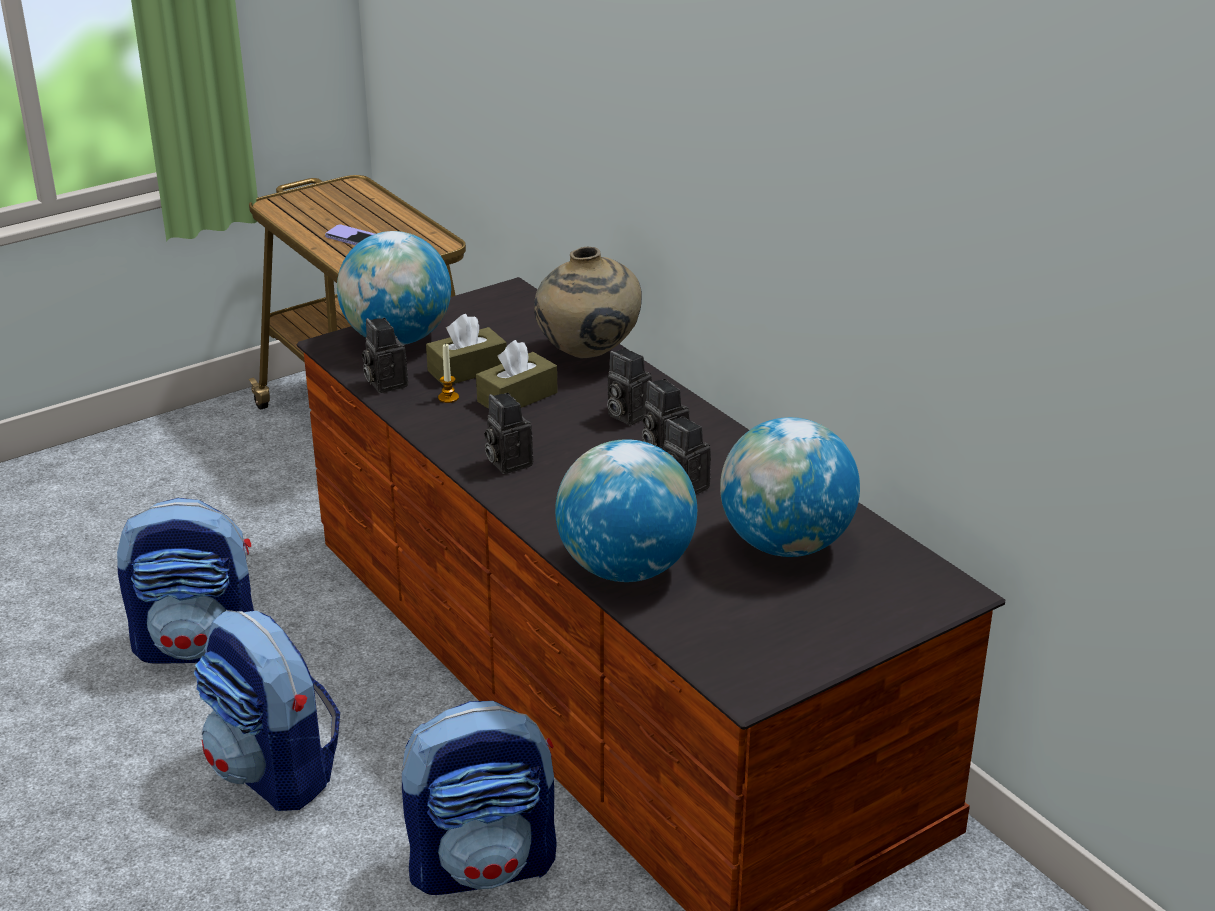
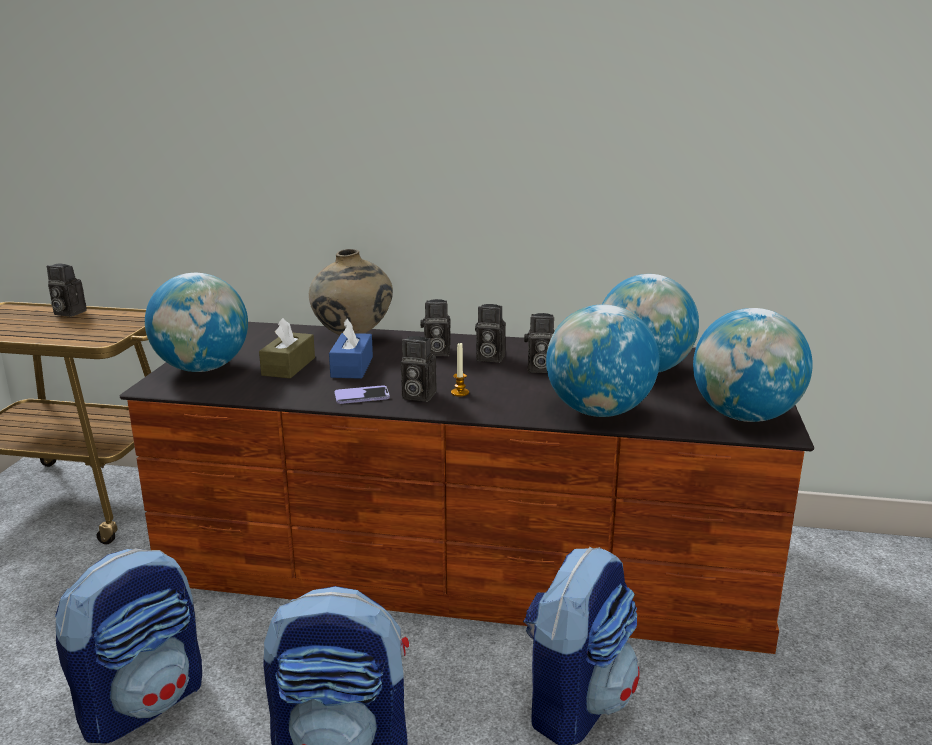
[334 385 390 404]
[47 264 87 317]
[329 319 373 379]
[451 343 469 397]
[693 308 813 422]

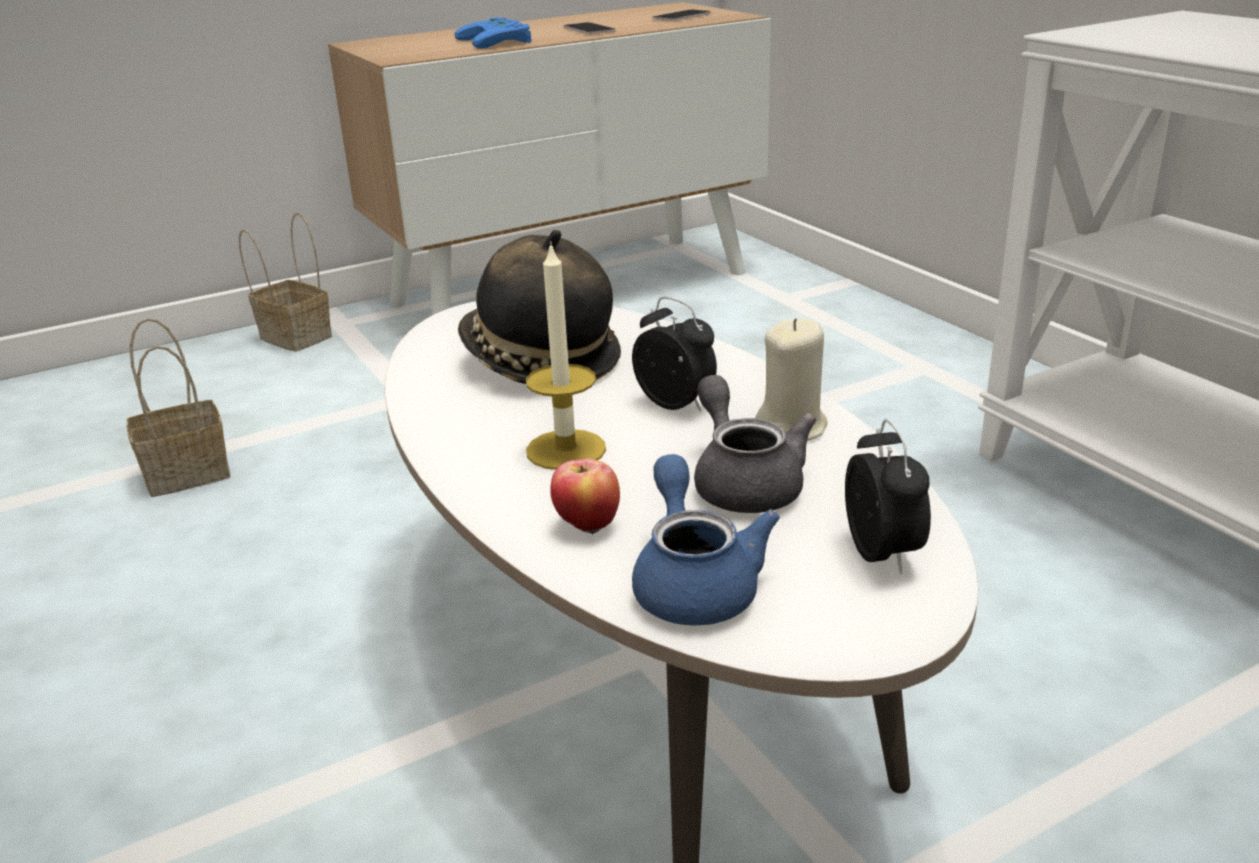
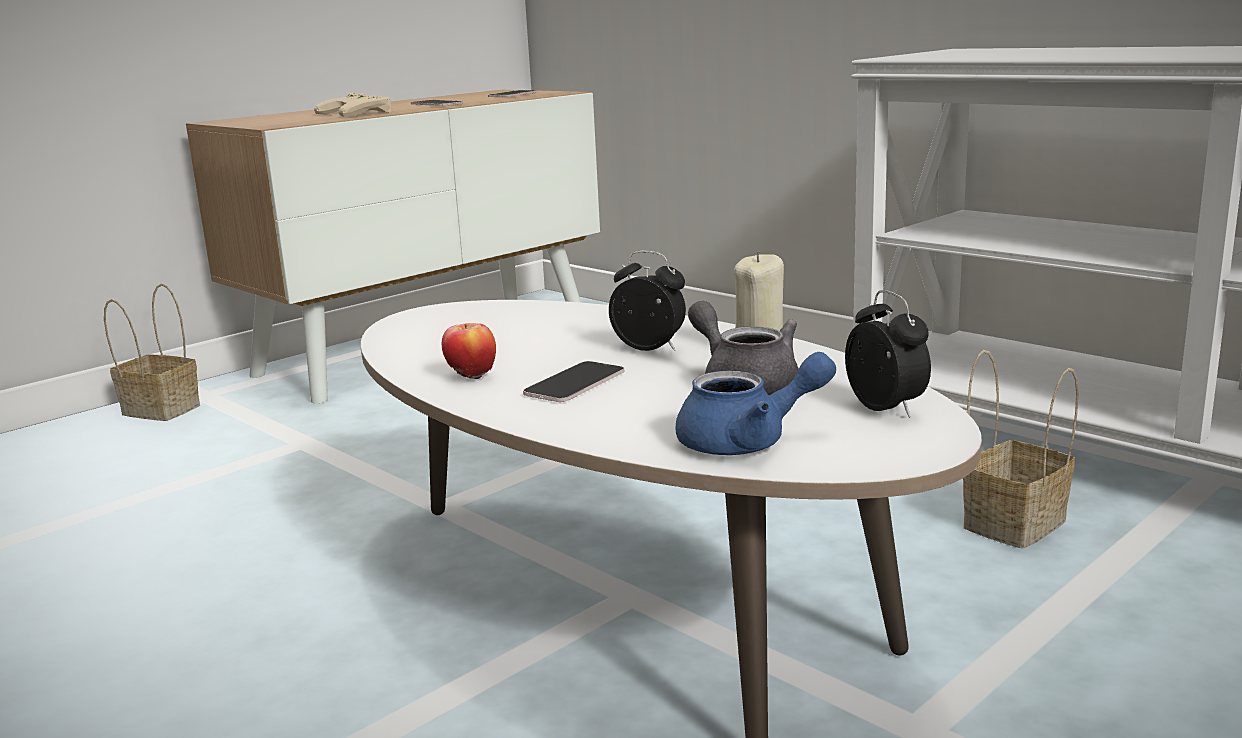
[314 93 392 117]
[458 230 621 384] (first image)
[523 361 624 402]
[963 350 1078 548]
[675 352 836 455]
[442 323 496 380]

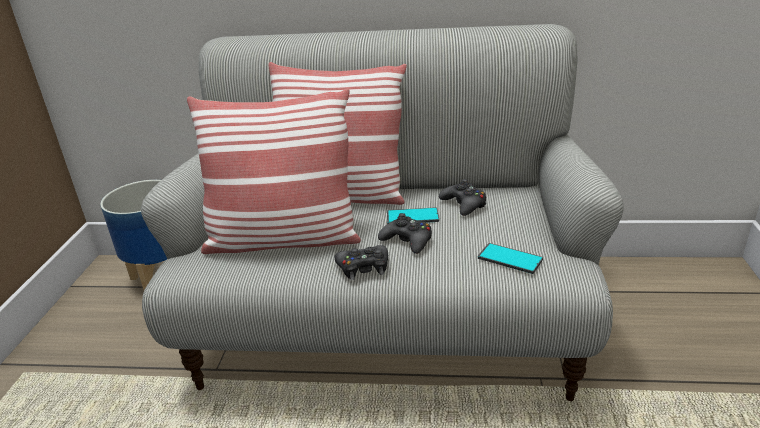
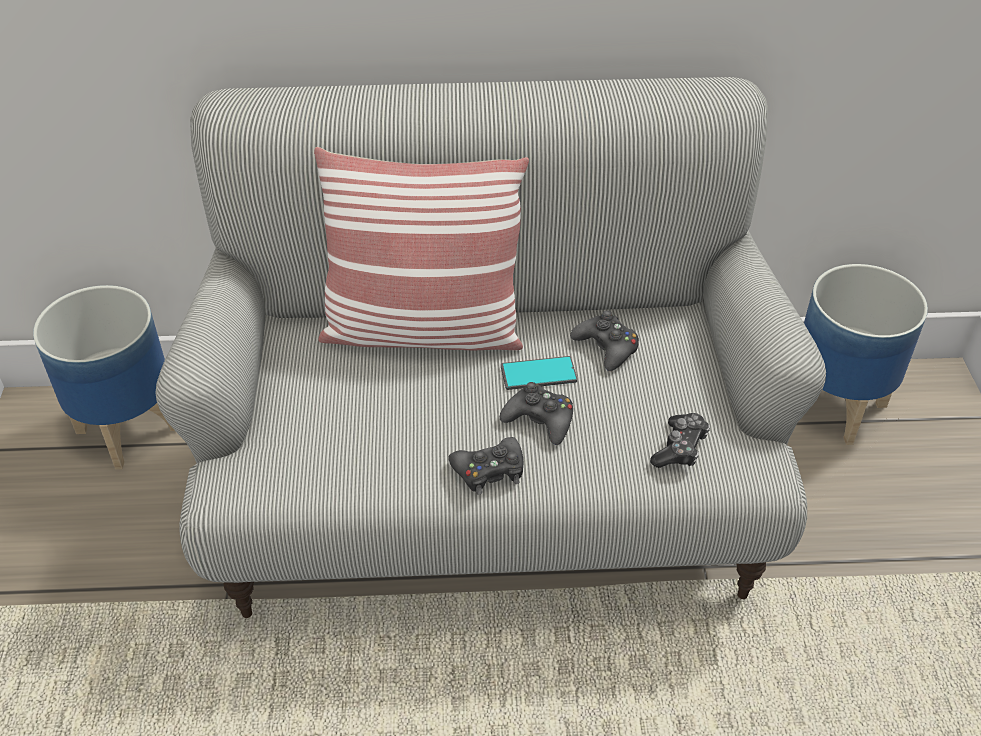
[187 88 361 254] (first image)
[650 413 710 468]
[804 264 928 445]

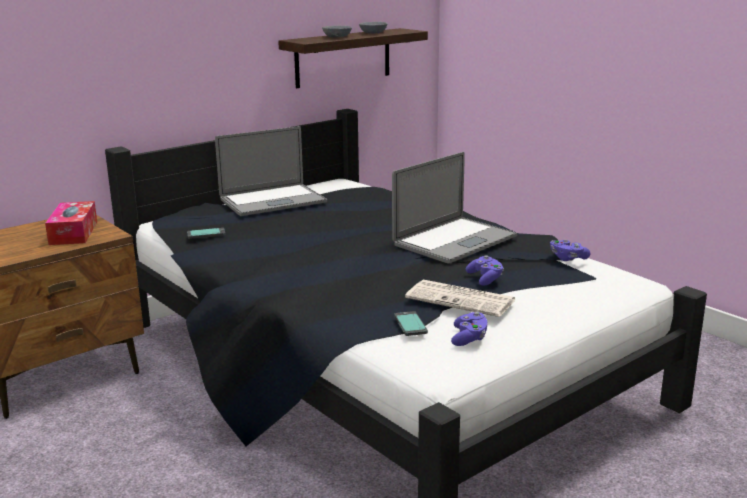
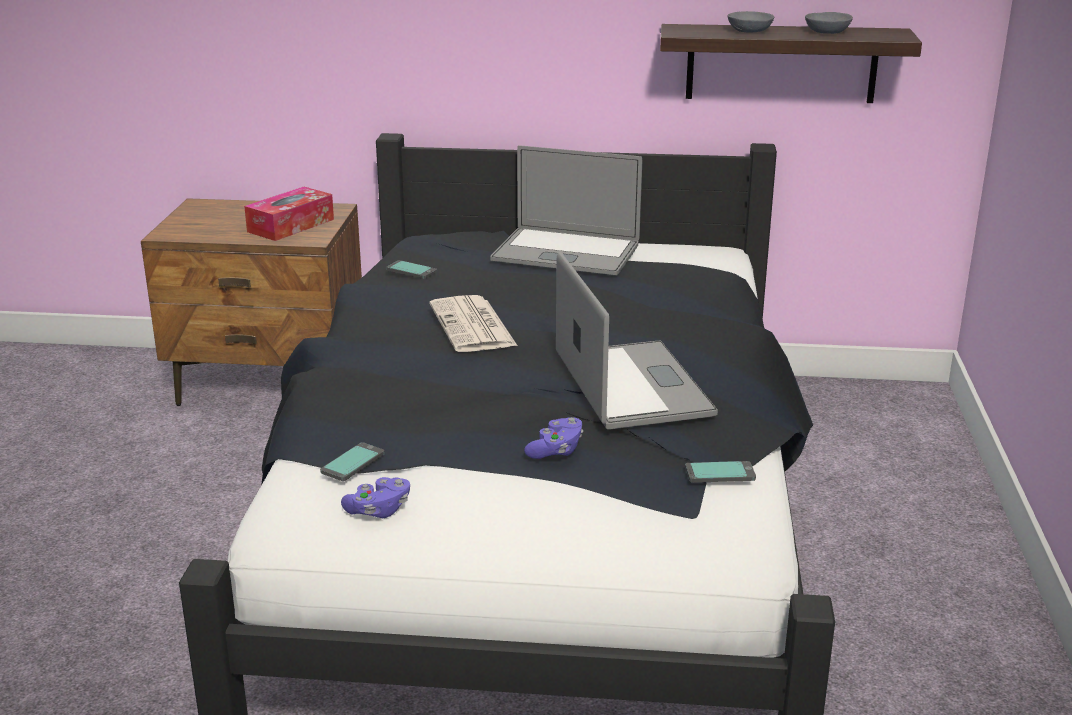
[556 252 718 430]
[685 461 756 483]
[430 295 517 352]

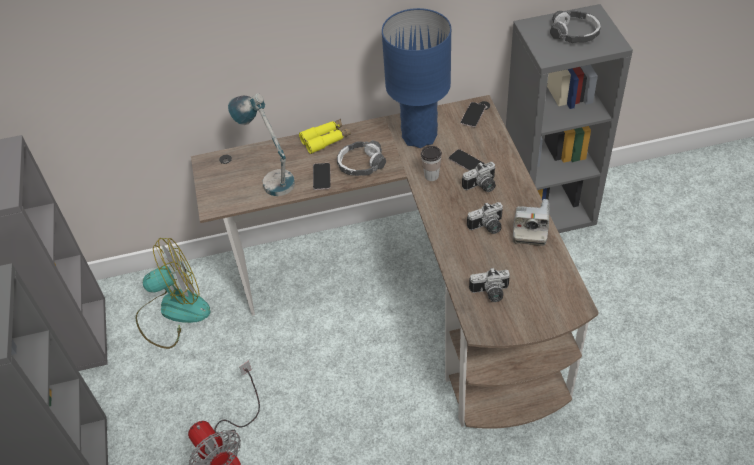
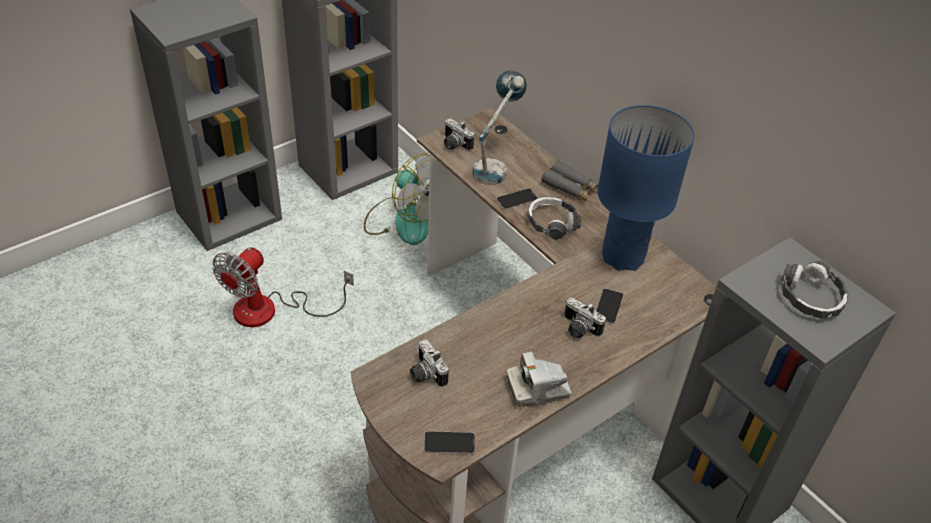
[424 431 475 454]
[541 161 598 201]
[421 146 442 181] (first image)
[444 118 474 151]

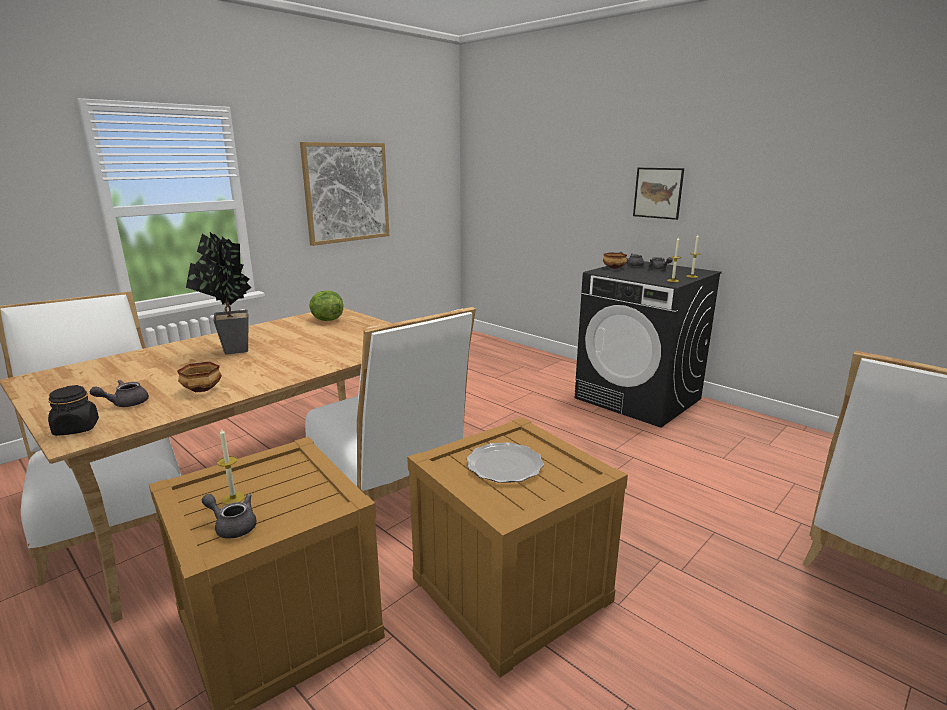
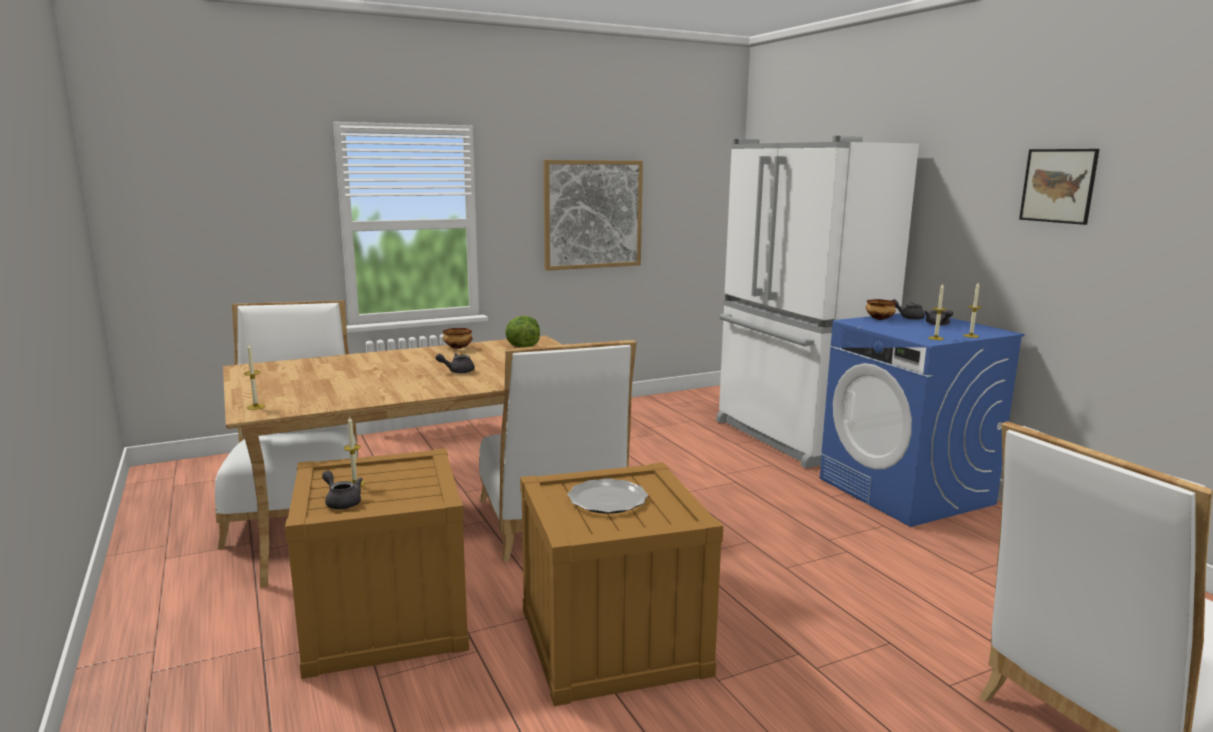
[1019 149 1099 225]
[186 232 252 355] (first image)
[819 313 1025 527]
[443 328 473 349]
[435 353 475 373]
[244 344 265 410]
[716 136 919 468]

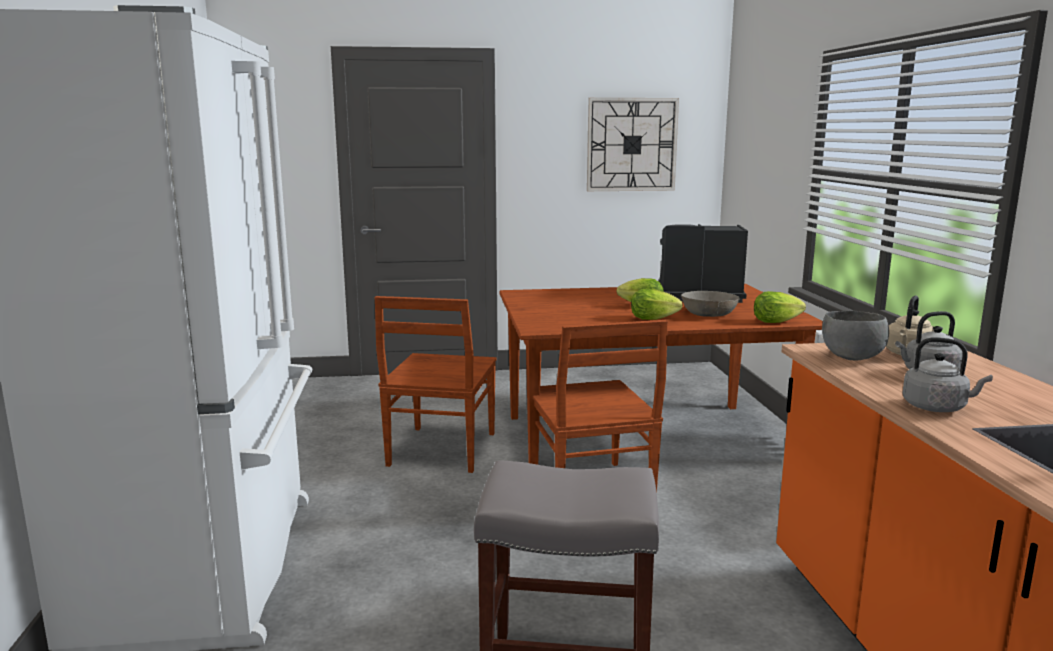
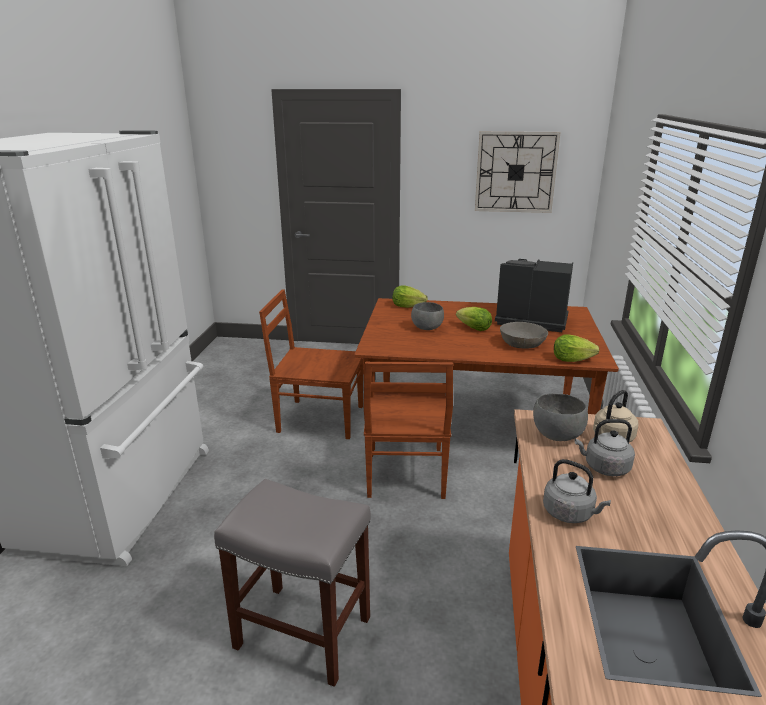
[392 285 427 308]
[259 289 363 439]
[411 302 444 330]

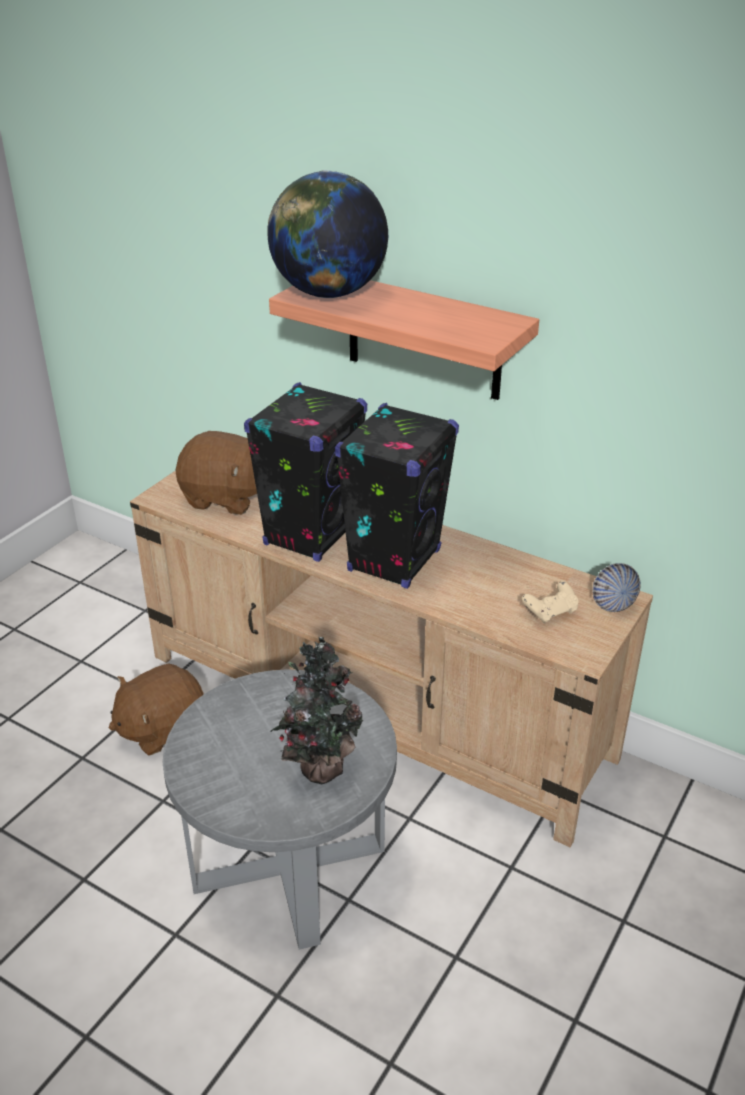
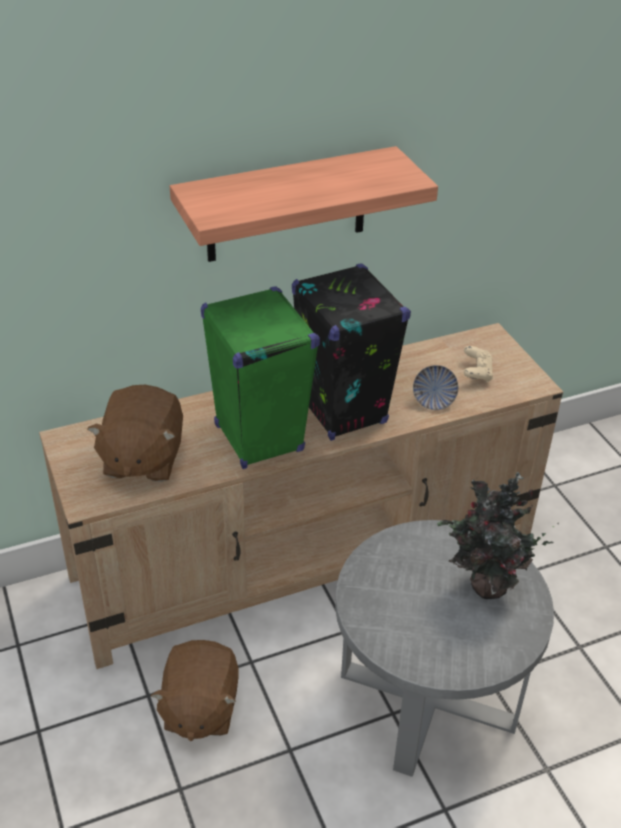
[268 170 388 298] (first image)
[201 286 320 469]
[87 385 183 482]
[413 365 458 410]

